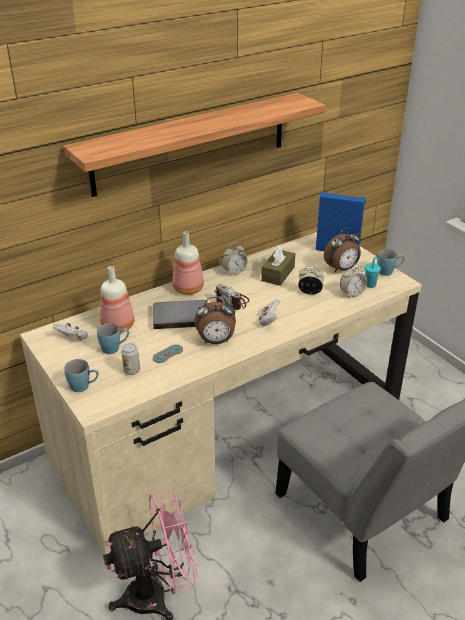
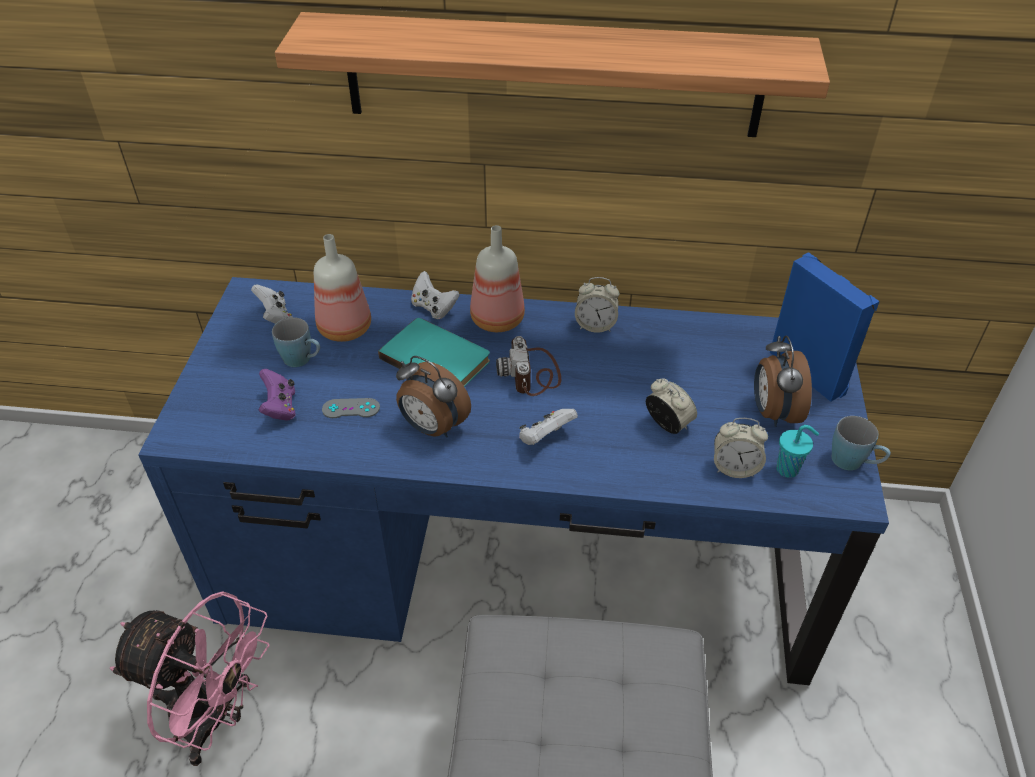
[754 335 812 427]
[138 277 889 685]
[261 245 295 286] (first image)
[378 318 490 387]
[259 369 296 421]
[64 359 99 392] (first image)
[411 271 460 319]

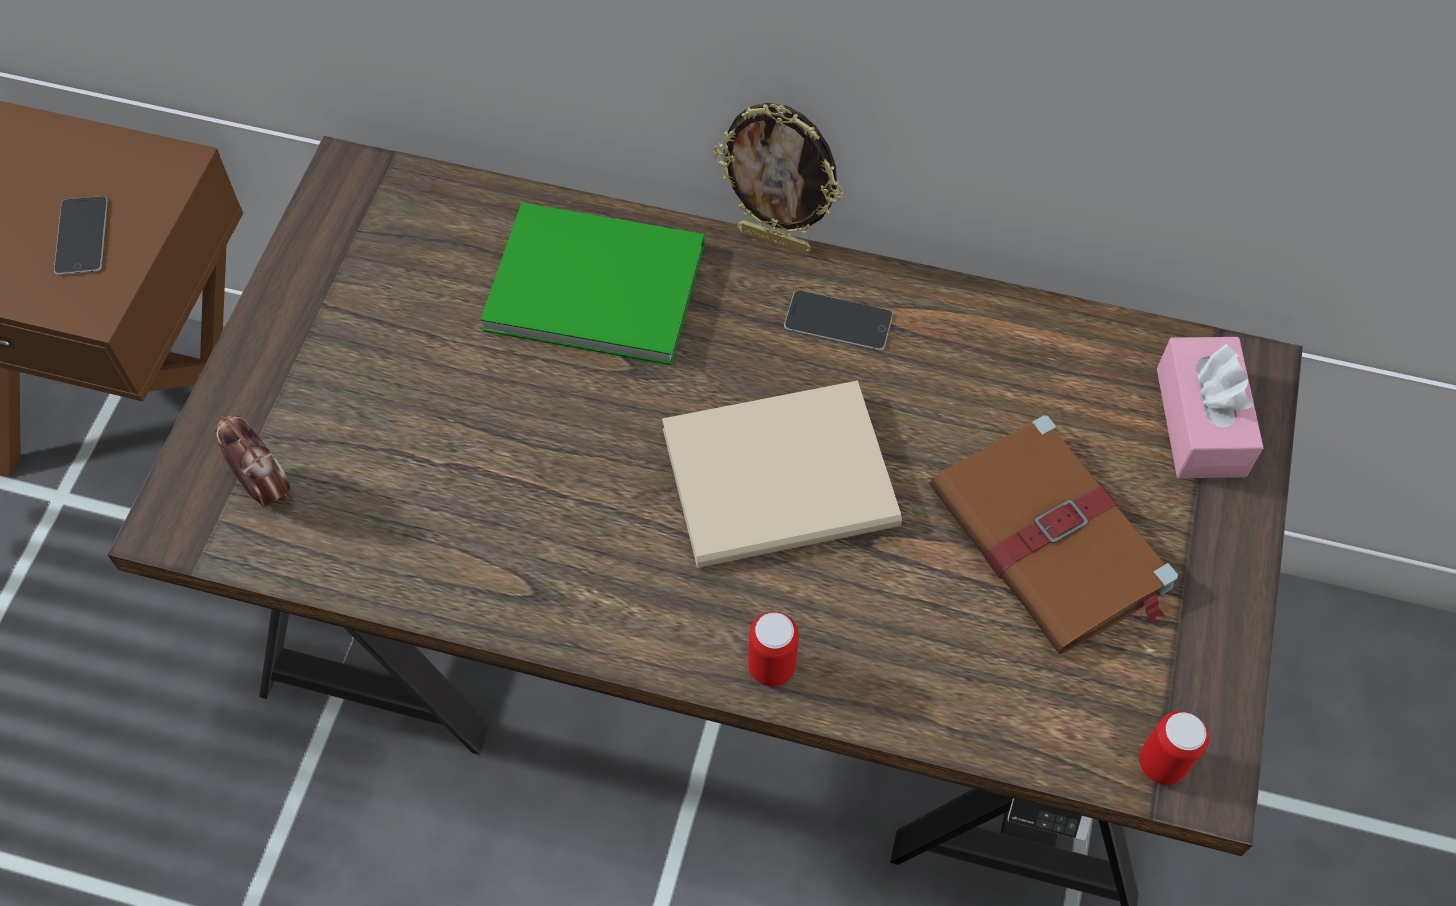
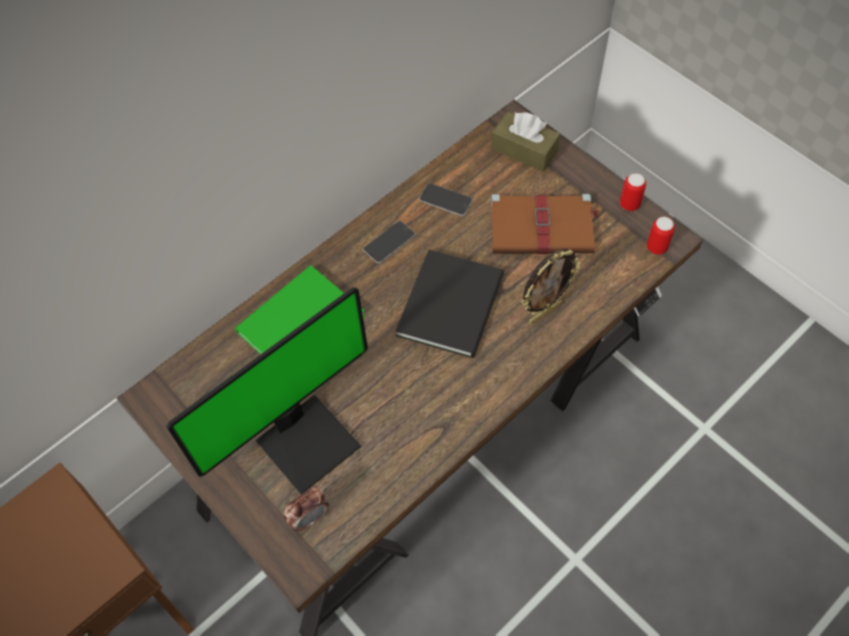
[521 249 581 325]
[419 183 473 216]
[491 112 560 172]
[396 249 504 358]
[284 486 329 531]
[620 173 646 211]
[166 287 368 495]

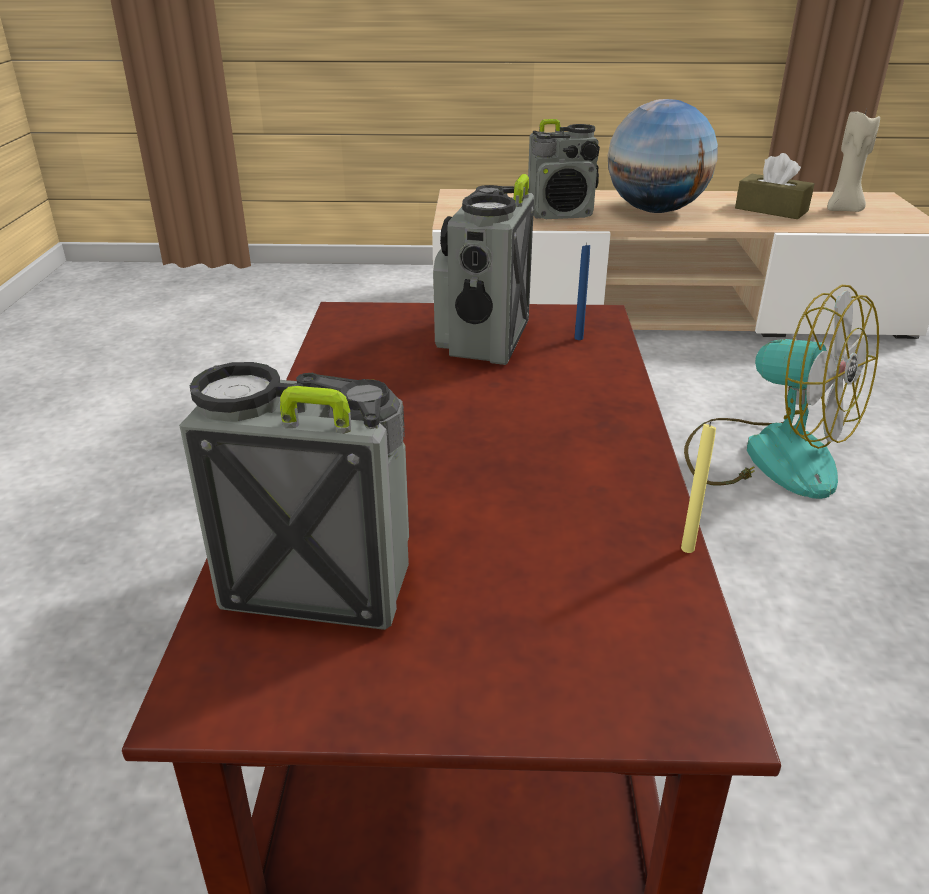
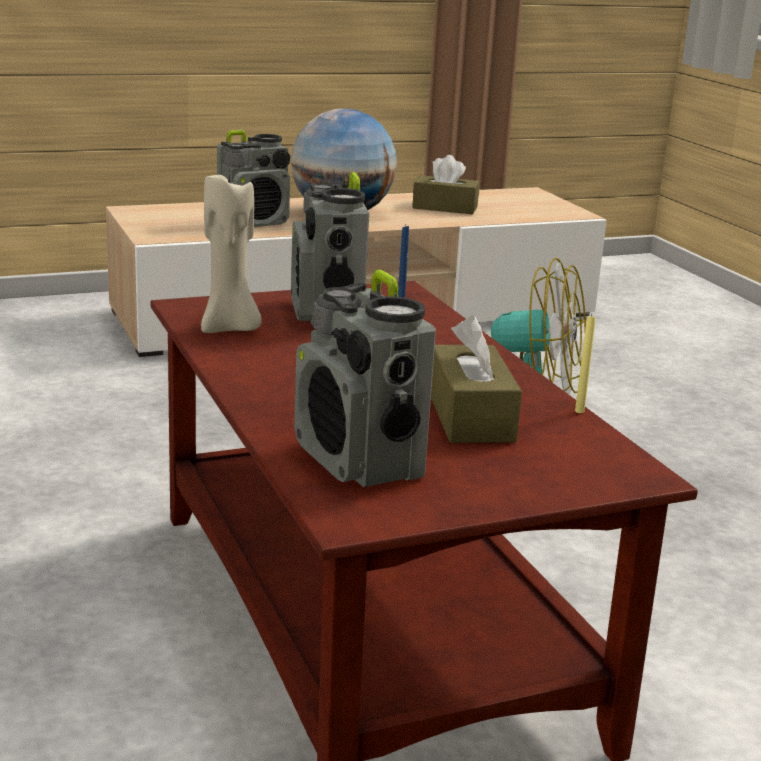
[201 169 262 333]
[294 270 436 487]
[431 315 522 443]

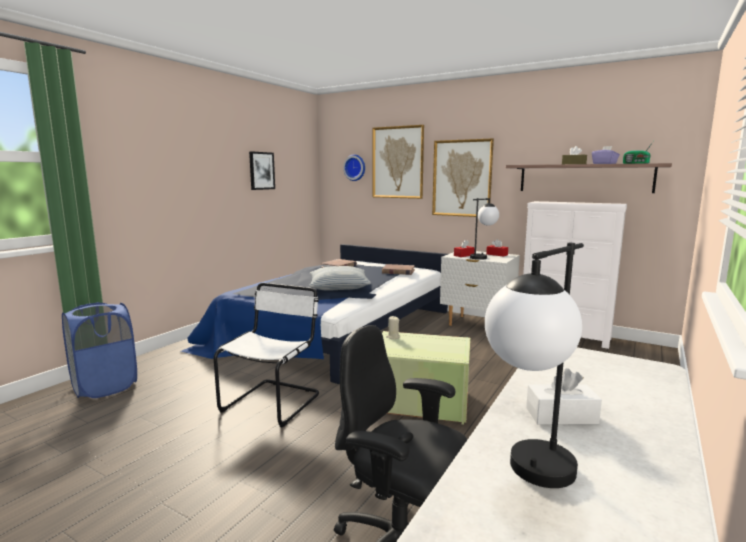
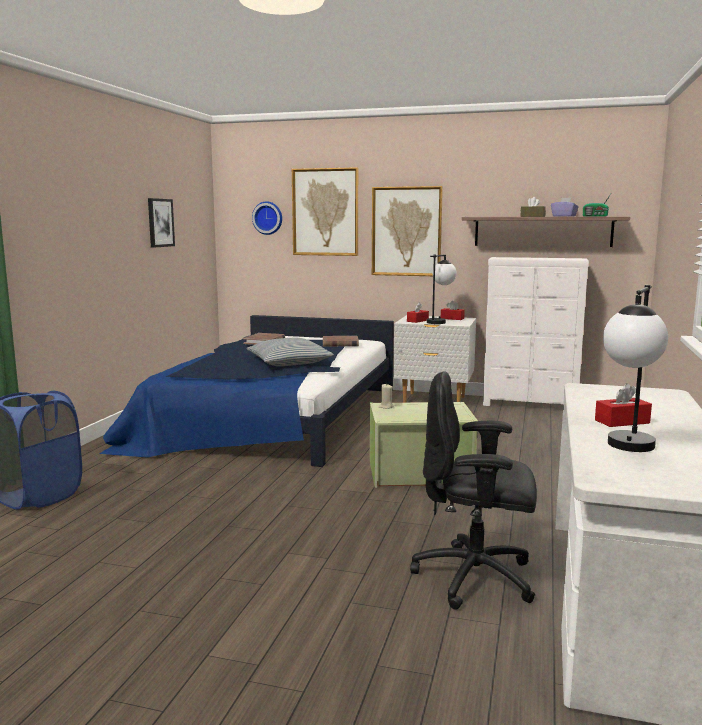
[214 283 319 427] (first image)
[595 383 652 427]

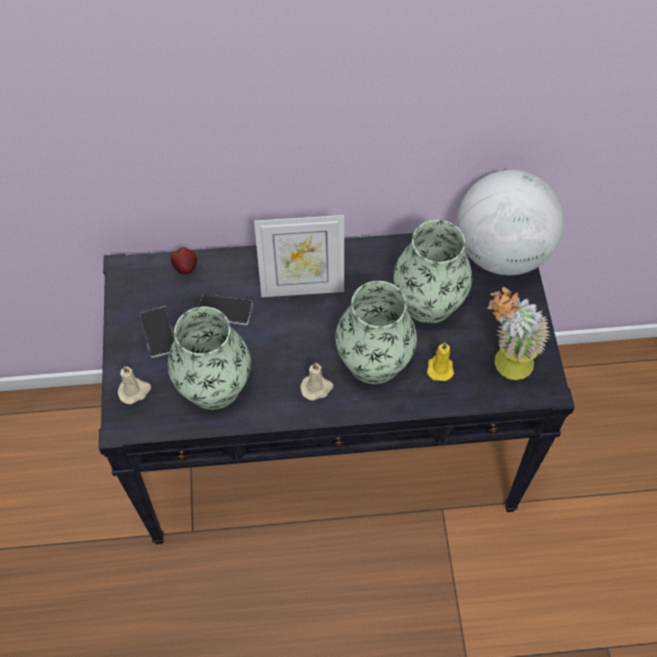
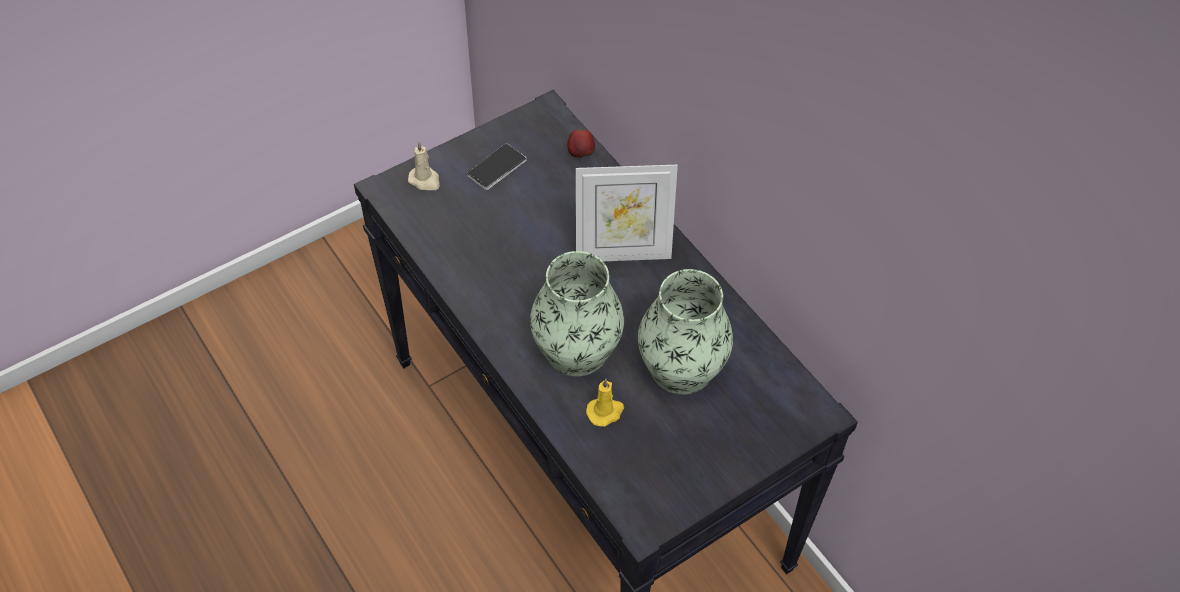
[457 170 564 275] (first image)
[576 165 678 261]
[487 286 550 380] (first image)
[199 294 253 325] (first image)
[168 306 251 410] (first image)
[300 362 333 401] (first image)

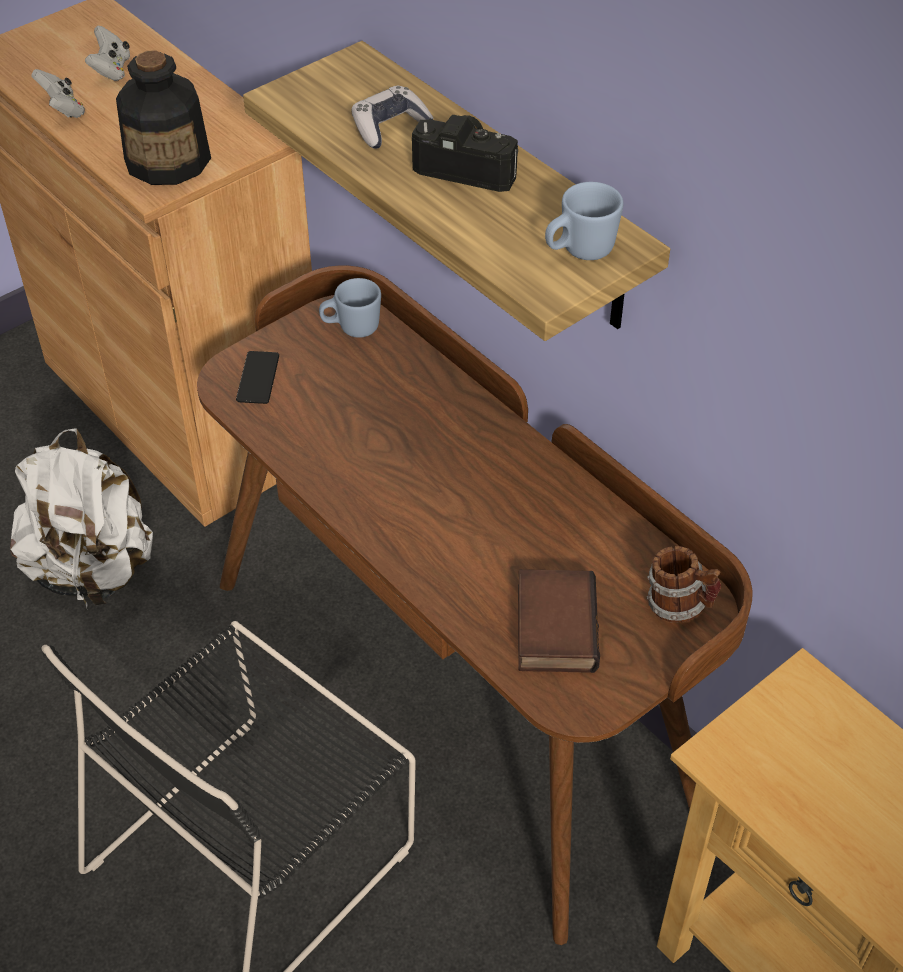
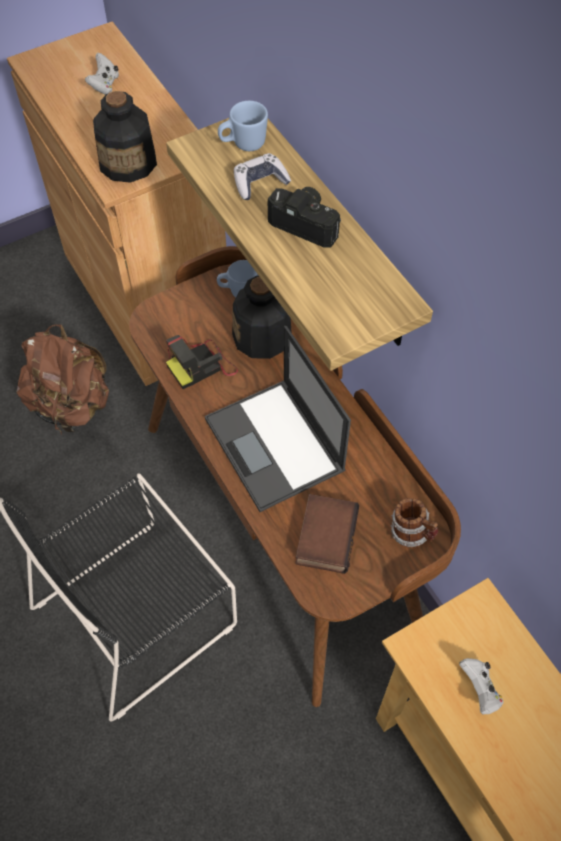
[459 658 503 715]
[218 101 268 151]
[236 351 279 404] (first image)
[16 324 109 436]
[232 276 292 359]
[205 326 351 512]
[166 335 238 389]

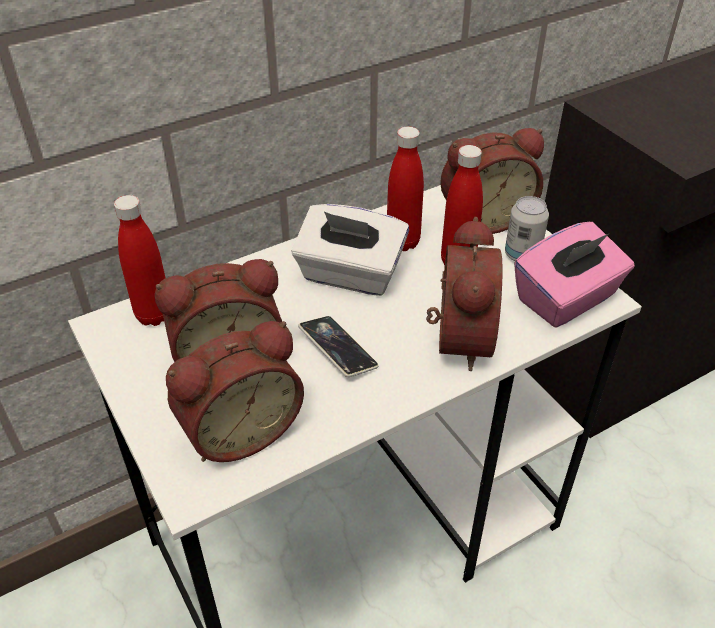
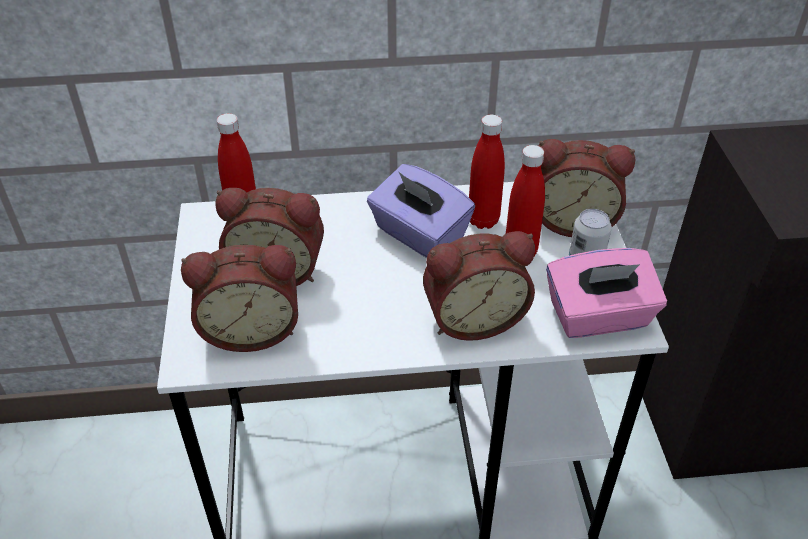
[367 164 475 258]
[423 231 535 341]
[298 316 379 377] (first image)

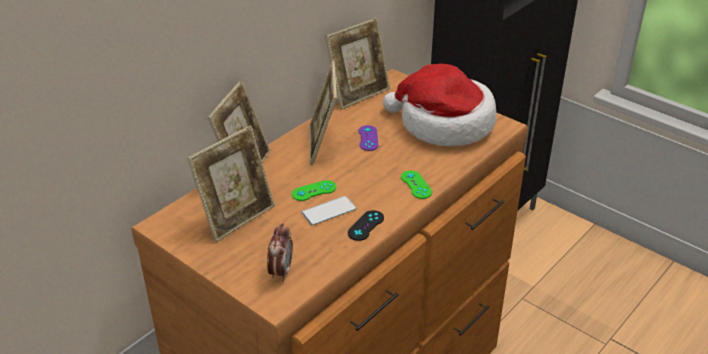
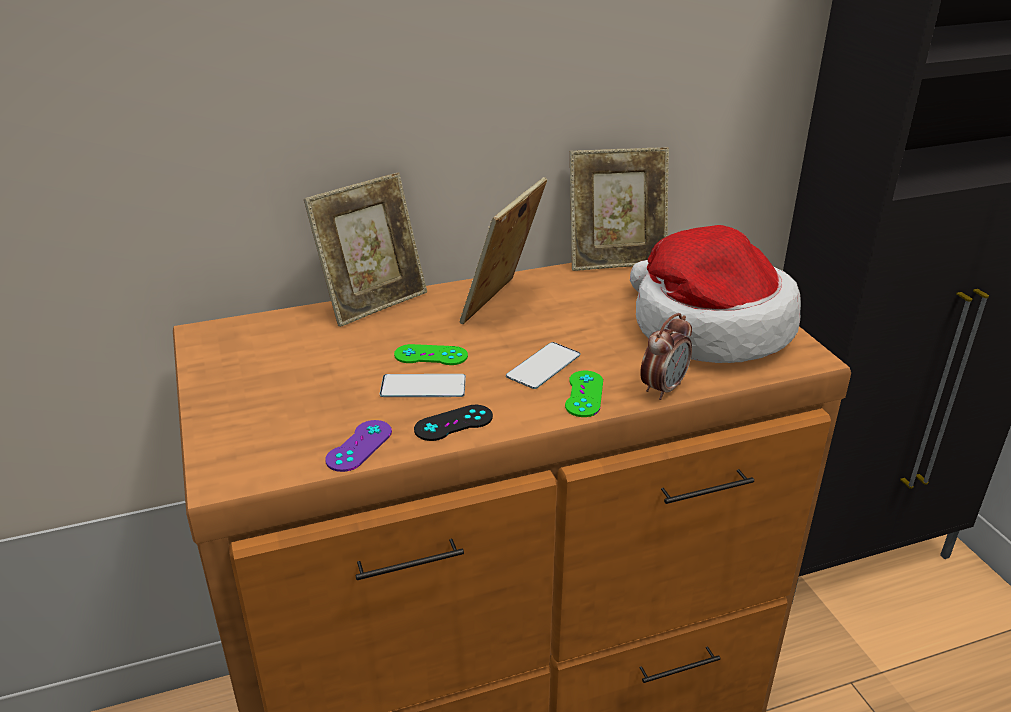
[325 420 392 472]
[187 126 275 242] (first image)
[640 313 692 400]
[506 342 581 389]

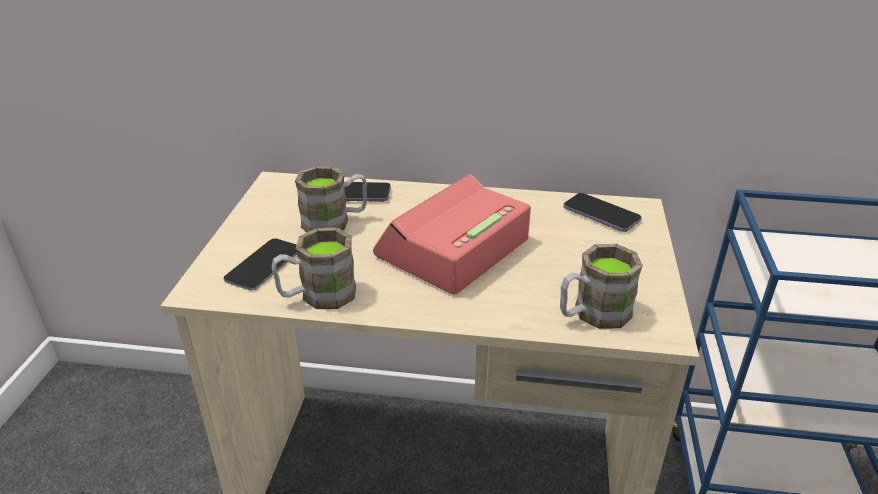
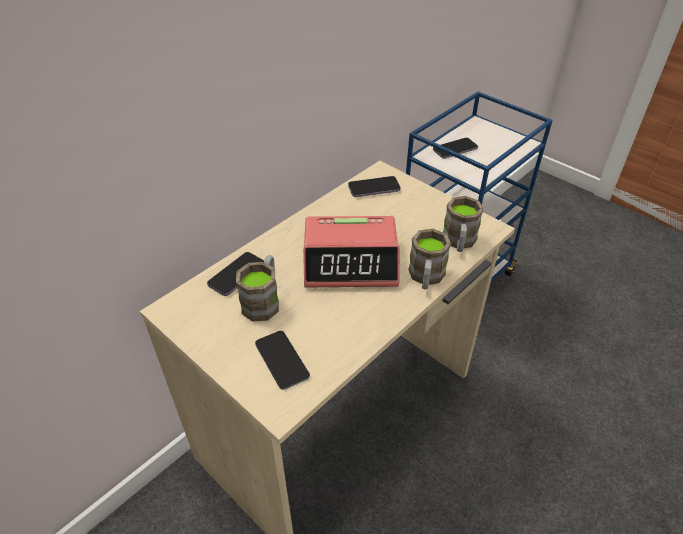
[303 216 400 287]
[408 229 451 289]
[433 138 478 159]

